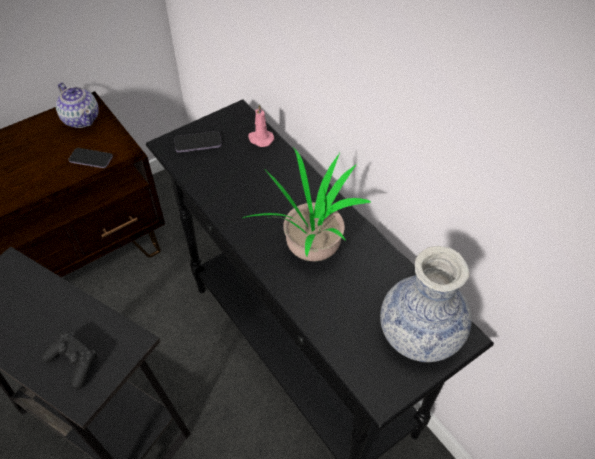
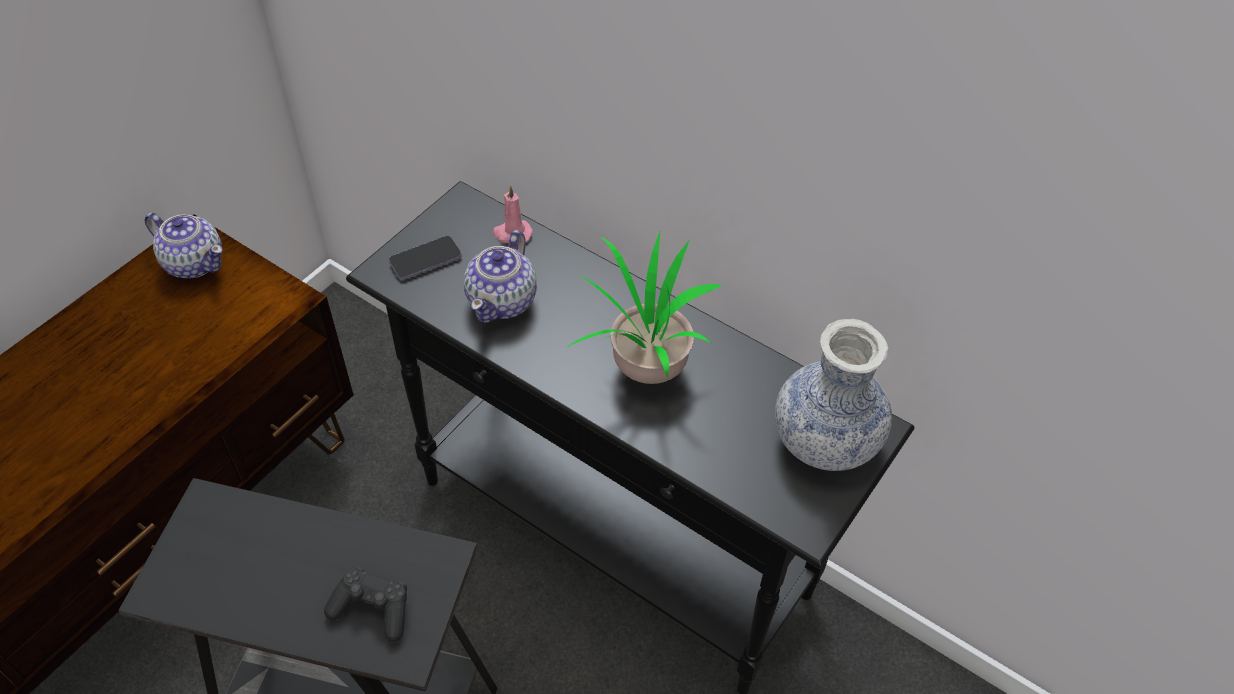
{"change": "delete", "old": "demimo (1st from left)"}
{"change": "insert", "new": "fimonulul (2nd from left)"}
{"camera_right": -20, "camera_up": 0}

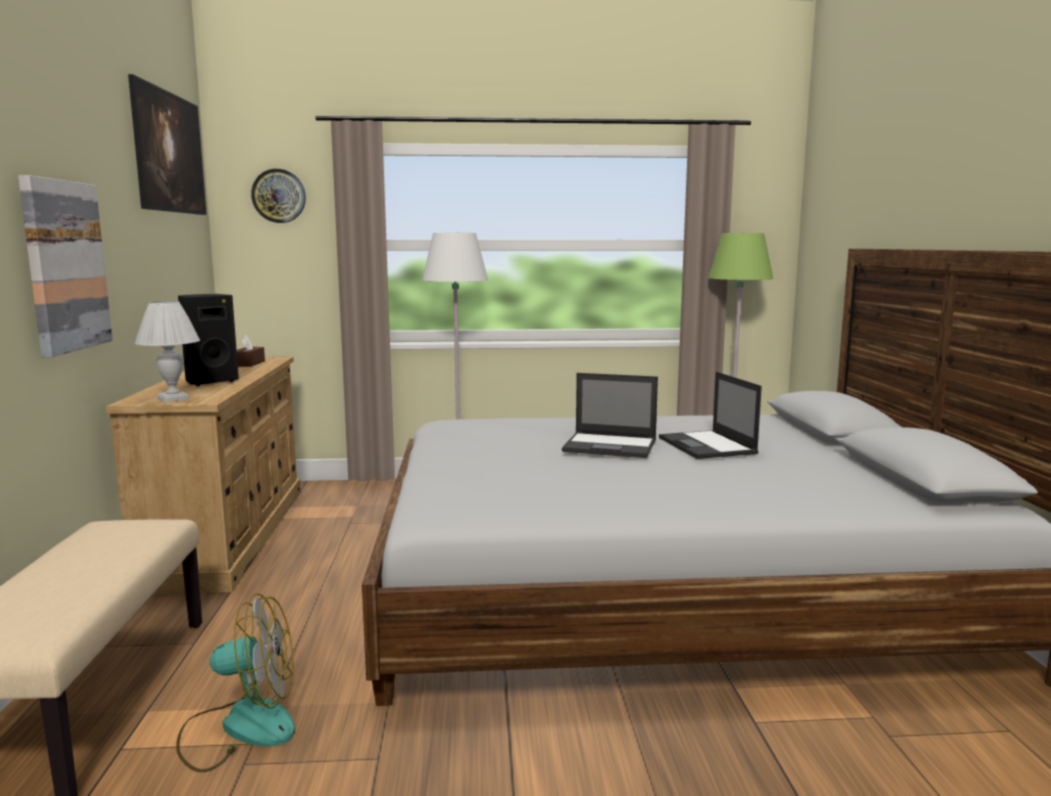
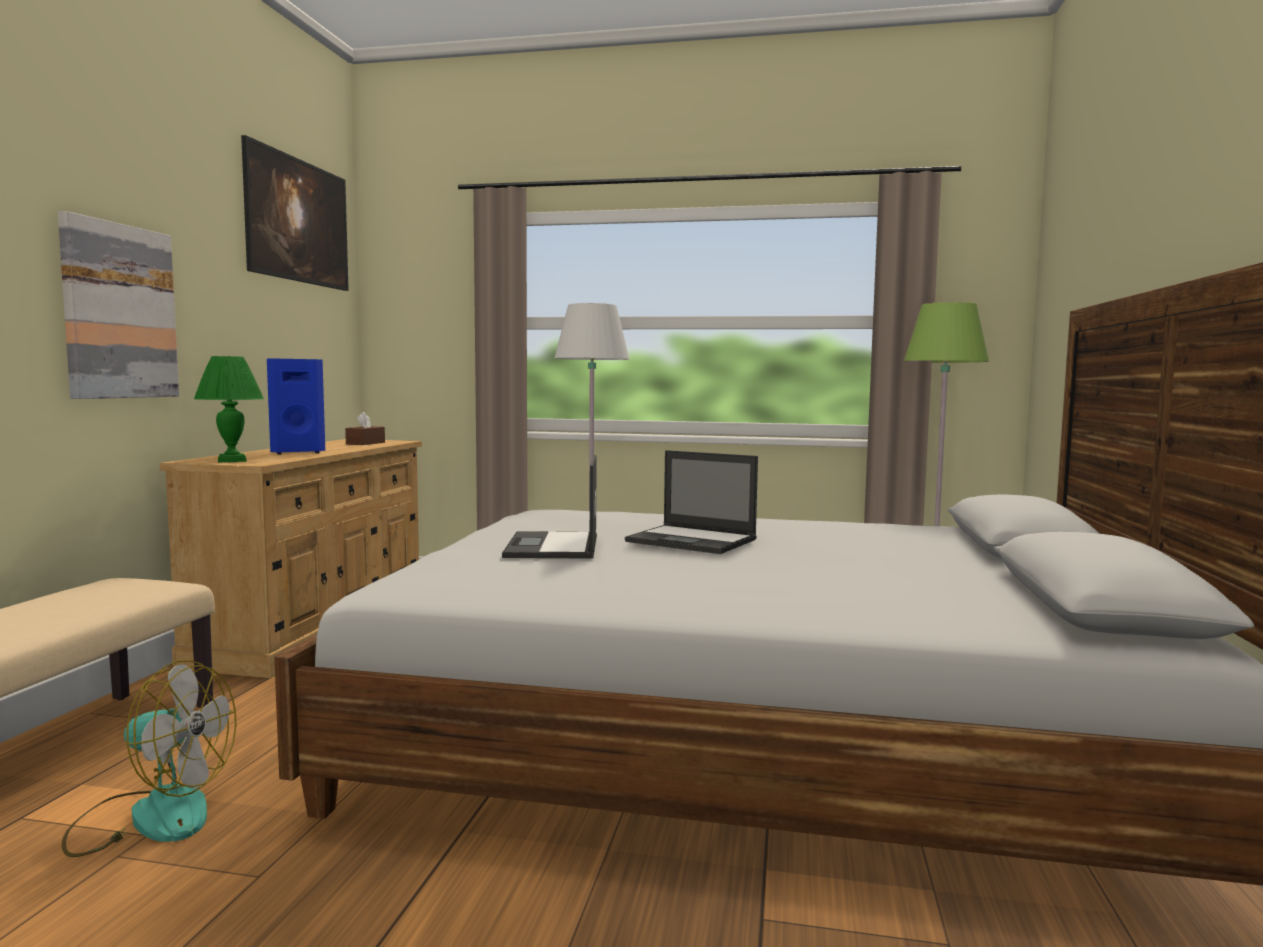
{"change": "delete", "old": "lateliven"}
{"change": "recolor", "old": "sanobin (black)", "new": "sanobin (blue)"}
{"change": "recolor", "old": "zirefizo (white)", "new": "zirefizo (green)"}
{"change": "move", "old": "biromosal (2nd from left in the first image)", "new": "biromosal (1st from left)"}
{"camera_right": 15, "camera_up": -5}

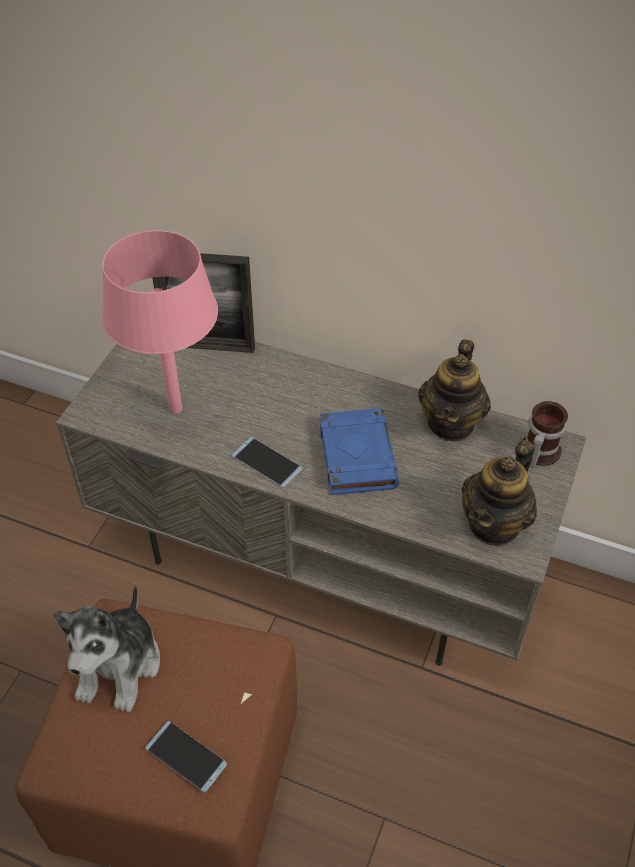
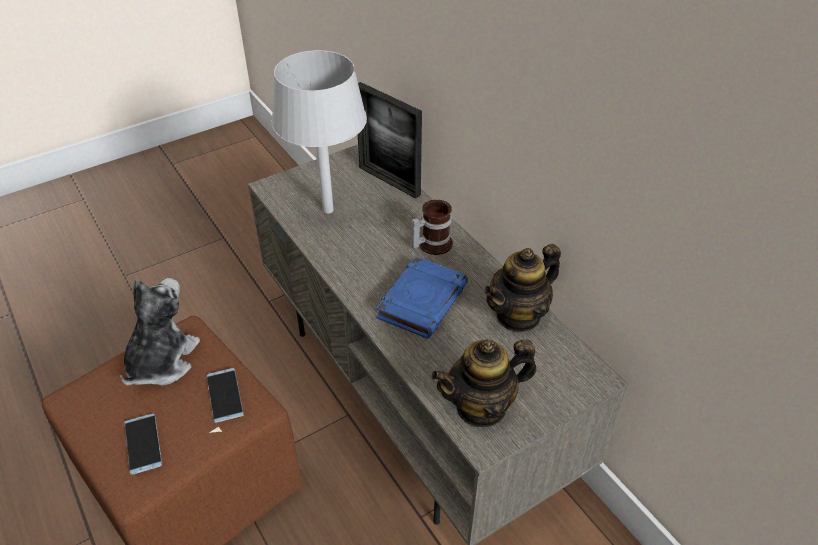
{"change": "recolor", "old": "zirefizo (pink)", "new": "zirefizo (grey)"}
{"change": "move", "old": "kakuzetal"}
{"change": "move", "old": "demimo (2nd from left)"}
{"change": "rotate", "old": "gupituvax", "degrees": 150}
{"camera_right": 35, "camera_up": -5}

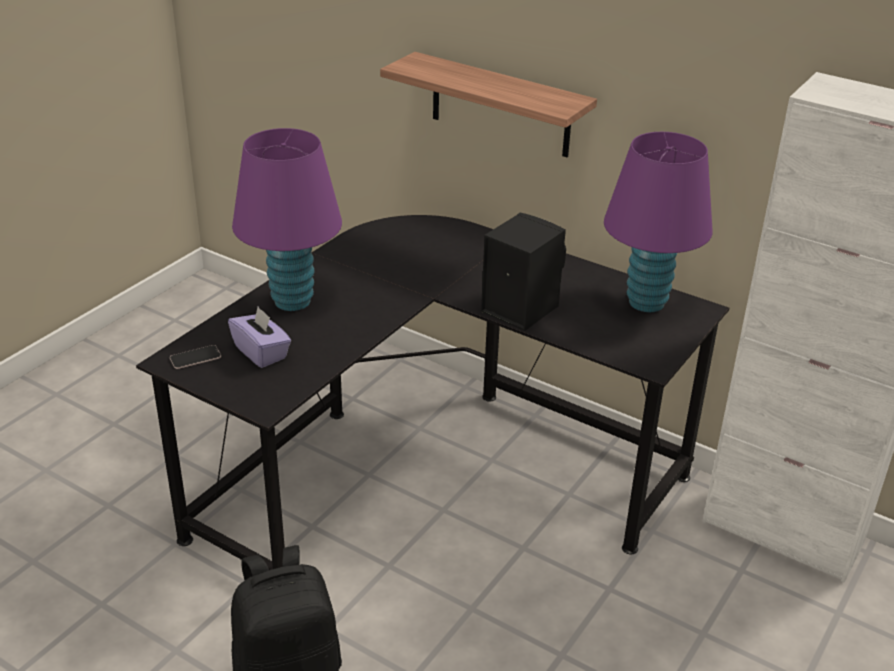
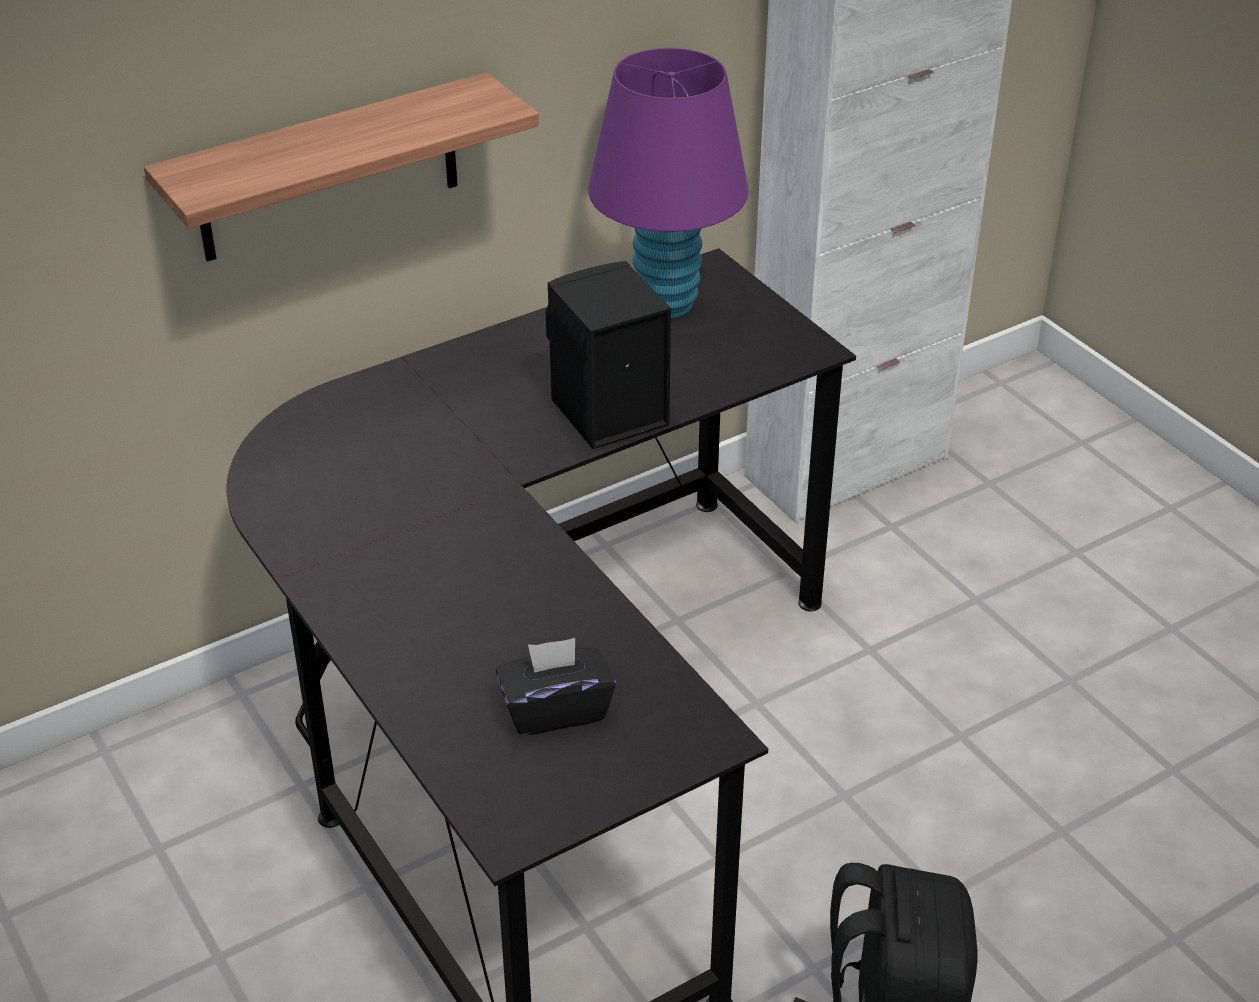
{"change": "delete", "old": "zirefizo (purple) (1st from left)"}
{"change": "recolor", "old": "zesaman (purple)", "new": "zesaman (black)"}
{"change": "delete", "old": "demimo"}
{"camera_right": -65, "camera_up": 5}

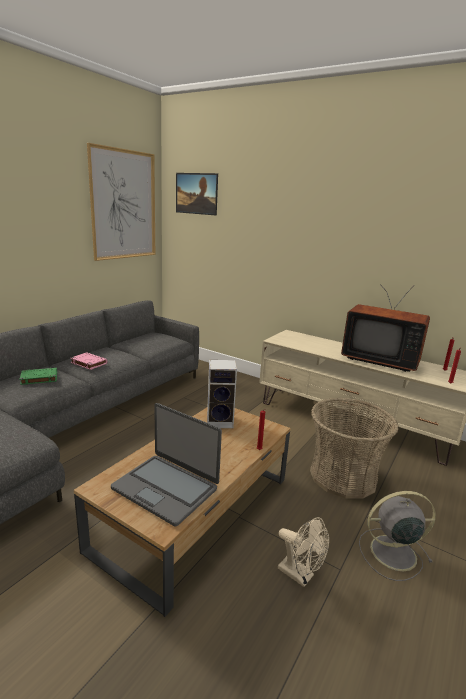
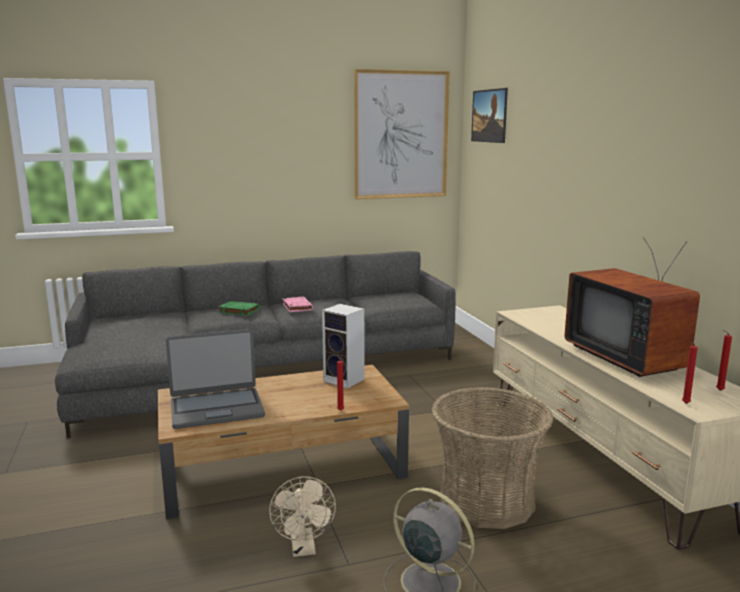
{"change": "rotate", "old": "biromosal", "degrees": -90}
{"camera_right": 40, "camera_up": -5}

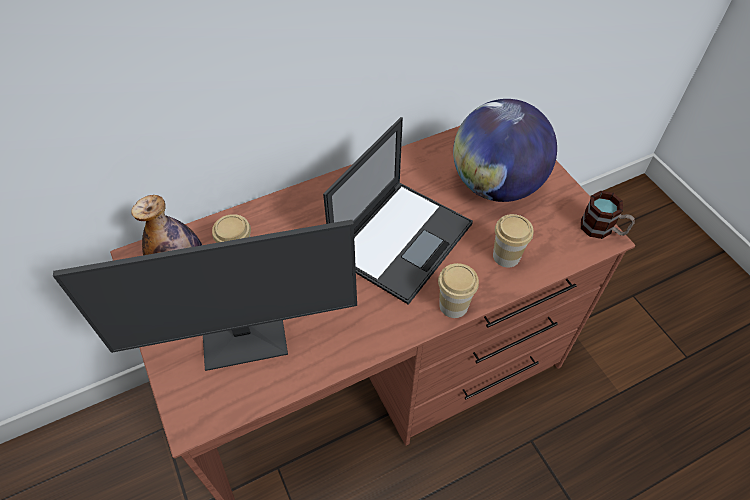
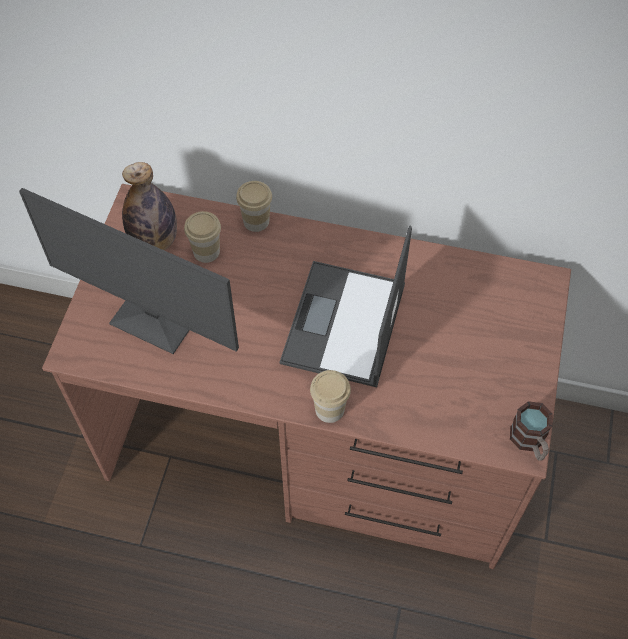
{"change": "delete", "old": "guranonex"}
{"change": "rotate", "old": "biromosal", "degrees": 120}
{"change": "move", "old": "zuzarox (3rd from left in the first image)", "new": "zuzarox (2nd from left)"}
{"camera_right": 40, "camera_up": 5}

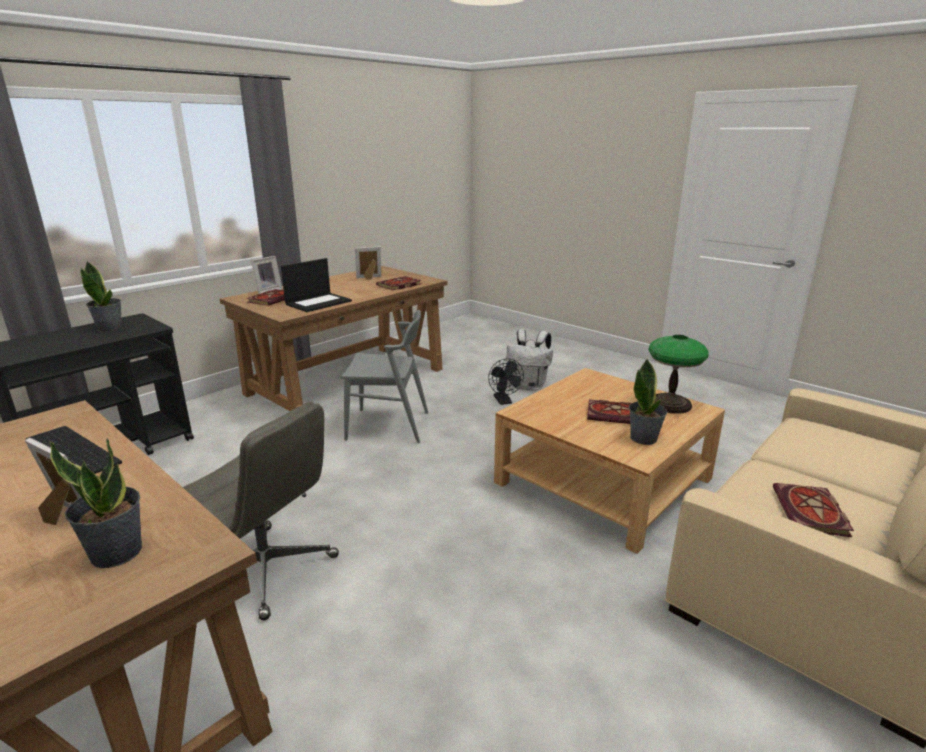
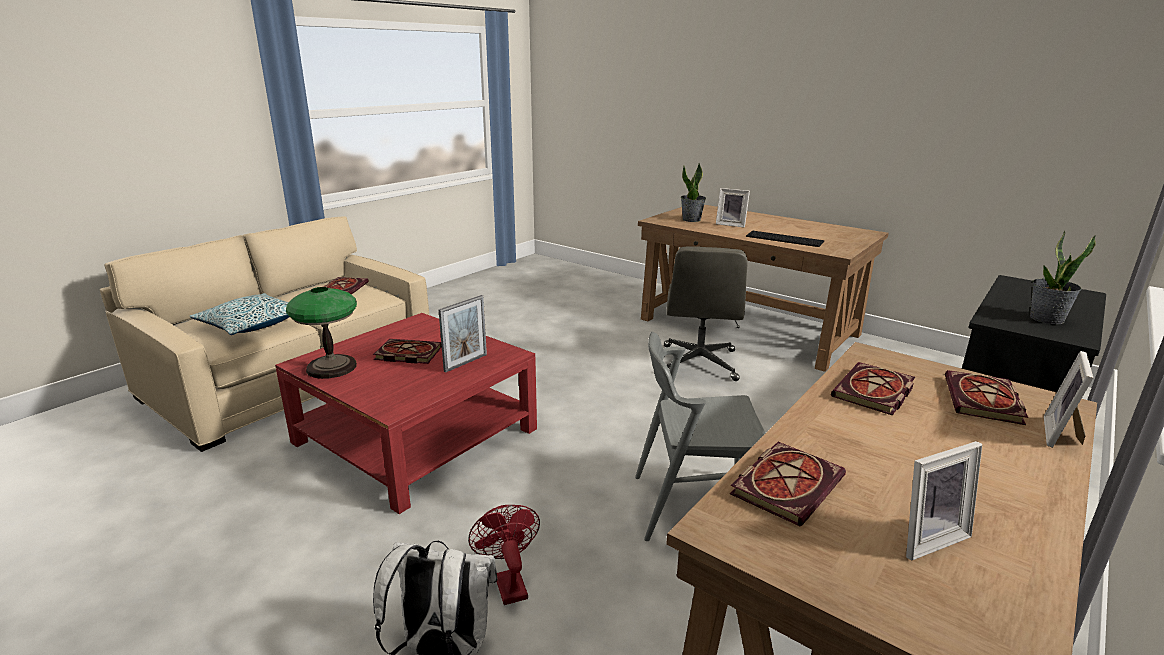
{"change": "replace", "old": "biromosal", "new": "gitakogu (4th from left)"}
{"change": "recolor", "old": "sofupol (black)", "new": "sofupol (red)"}
{"change": "delete", "old": "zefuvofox (3rd from left)"}
{"change": "recolor", "old": "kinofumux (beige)", "new": "kinofumux (red)"}
{"change": "rotate", "old": "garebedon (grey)", "degrees": -105}
{"change": "insert", "new": "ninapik"}
{"change": "insert", "new": "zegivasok (1st from left)"}
{"camera_right": 175, "camera_up": 0}

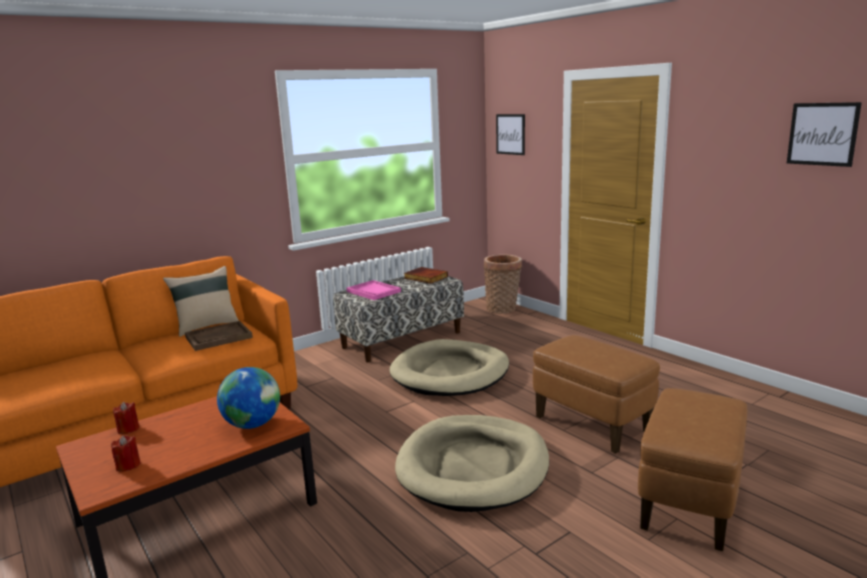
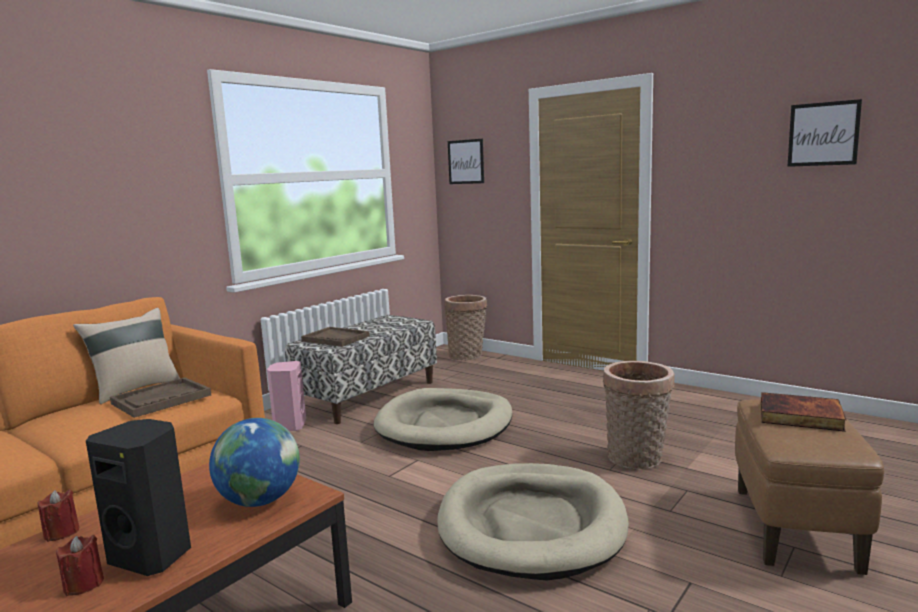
{"change": "move", "old": "gitakogu"}
{"change": "recolor", "old": "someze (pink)", "new": "someze (brown) (2nd from left)"}
{"change": "replace", "old": "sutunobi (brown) (1st from left)", "new": "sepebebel (2nd from left)"}
{"change": "insert", "new": "sanobin (pink)"}
{"change": "insert", "new": "sanobin (black)"}
{"camera_right": -15, "camera_up": -5}

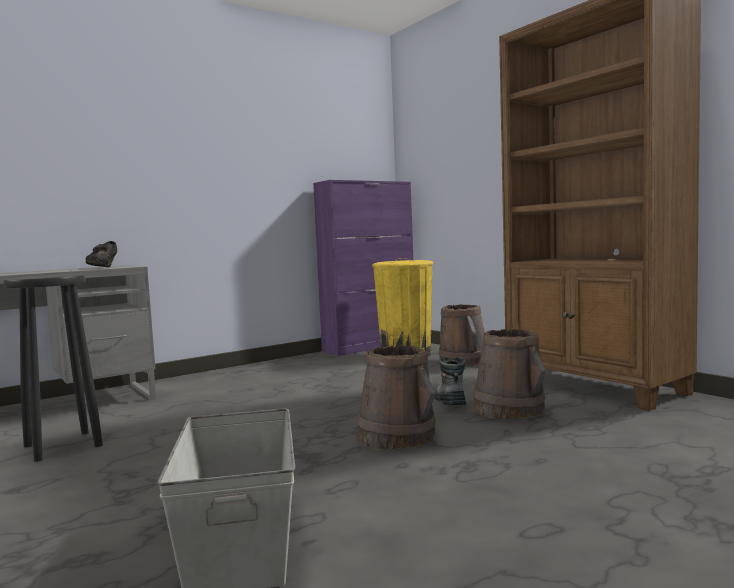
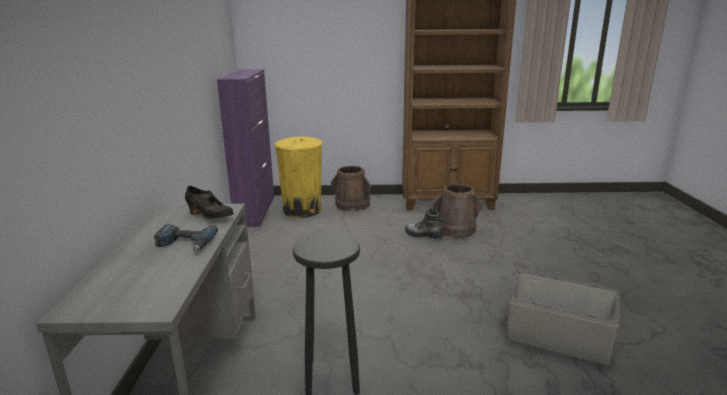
{"change": "delete", "old": "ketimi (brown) (1st from left)"}
{"change": "insert", "new": "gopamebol"}
{"camera_right": -55, "camera_up": 15}

